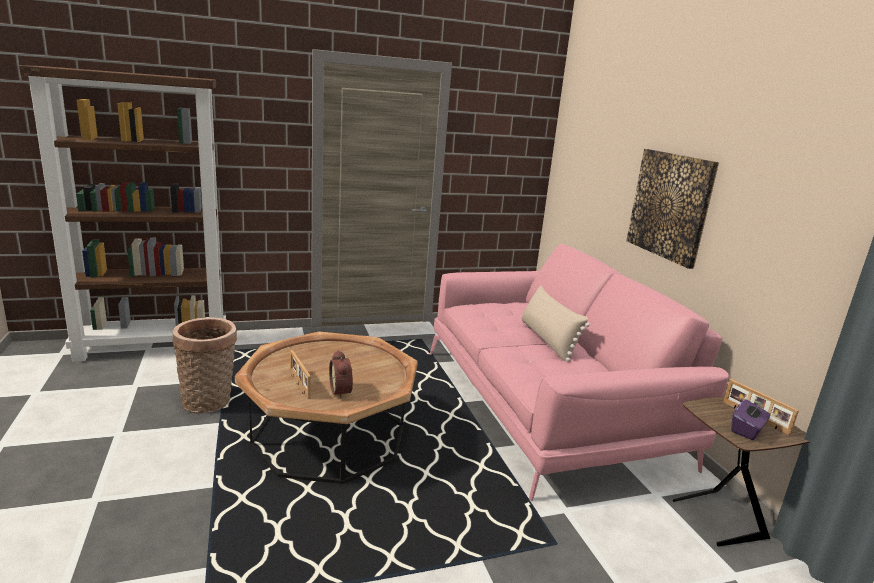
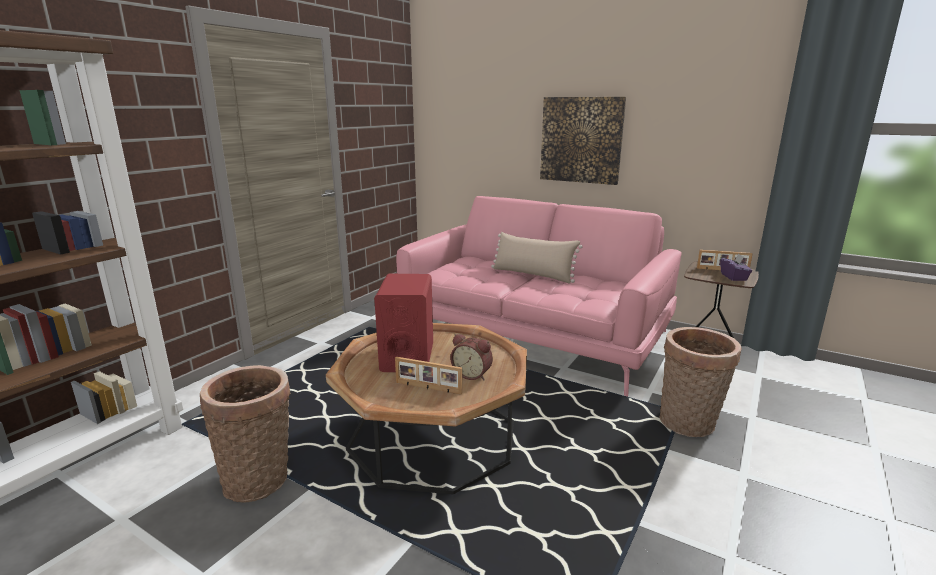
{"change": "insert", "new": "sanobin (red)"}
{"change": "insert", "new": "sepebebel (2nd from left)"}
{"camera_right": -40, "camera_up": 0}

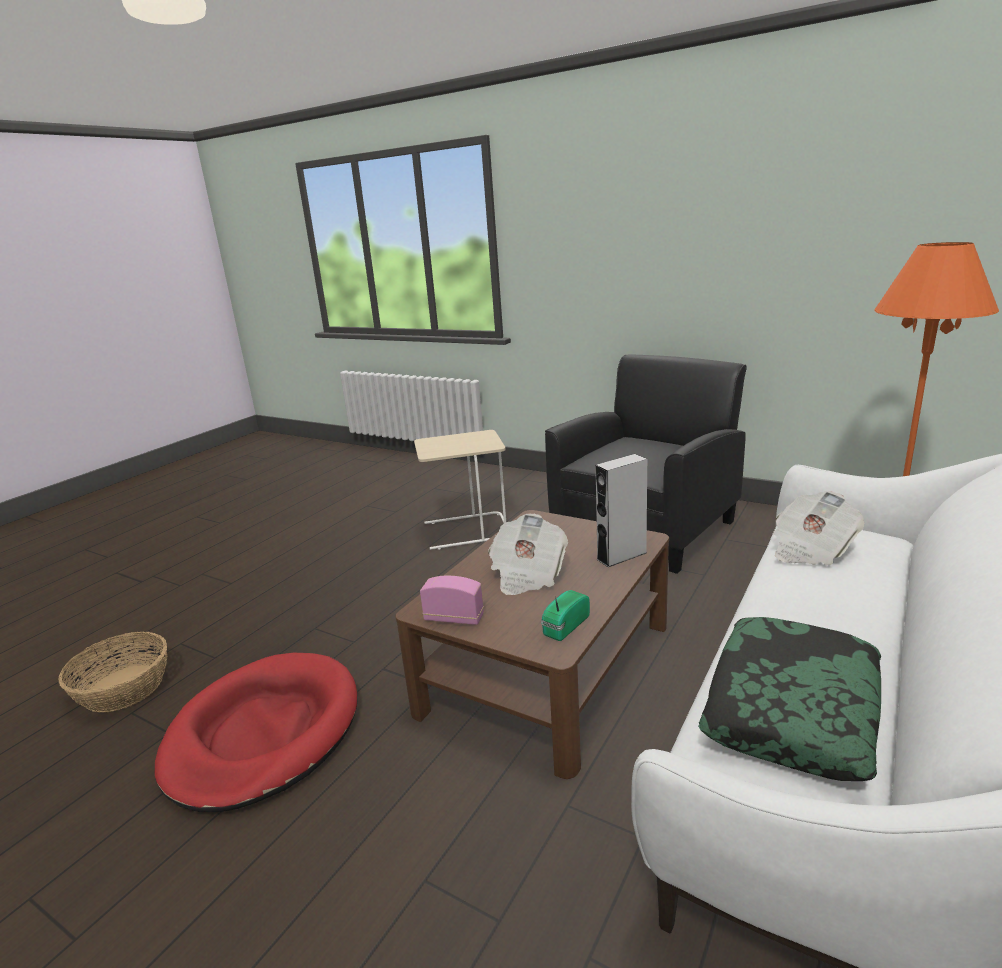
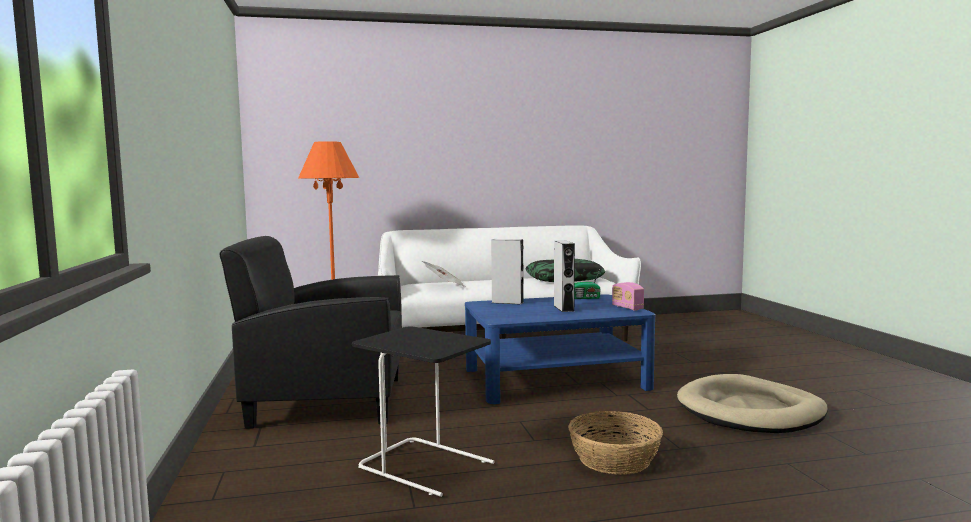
{"change": "recolor", "old": "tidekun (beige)", "new": "tidekun (black)"}
{"change": "recolor", "old": "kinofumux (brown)", "new": "kinofumux (blue)"}
{"change": "replace", "old": "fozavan (1st from left)", "new": "sanobin (grey) (2nd from left)"}
{"change": "move", "old": "sepebebel"}
{"change": "recolor", "old": "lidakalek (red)", "new": "lidakalek (beige)"}
{"camera_right": -135, "camera_up": -15}

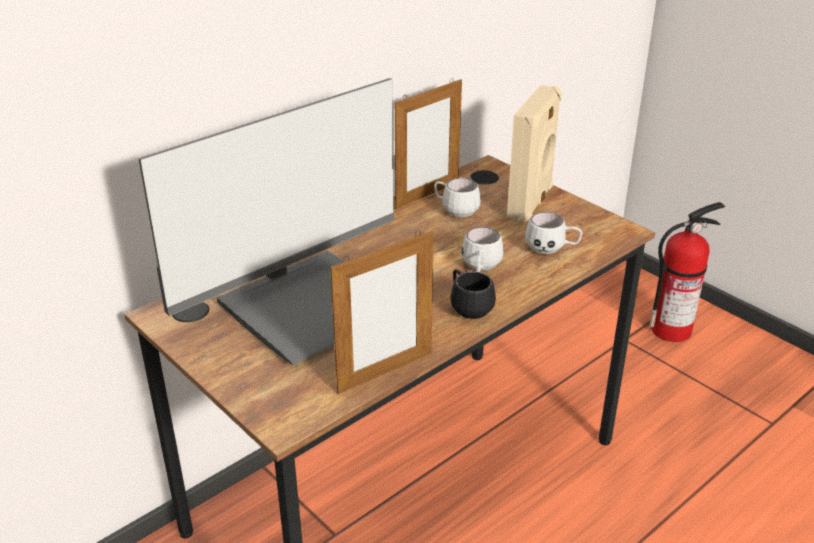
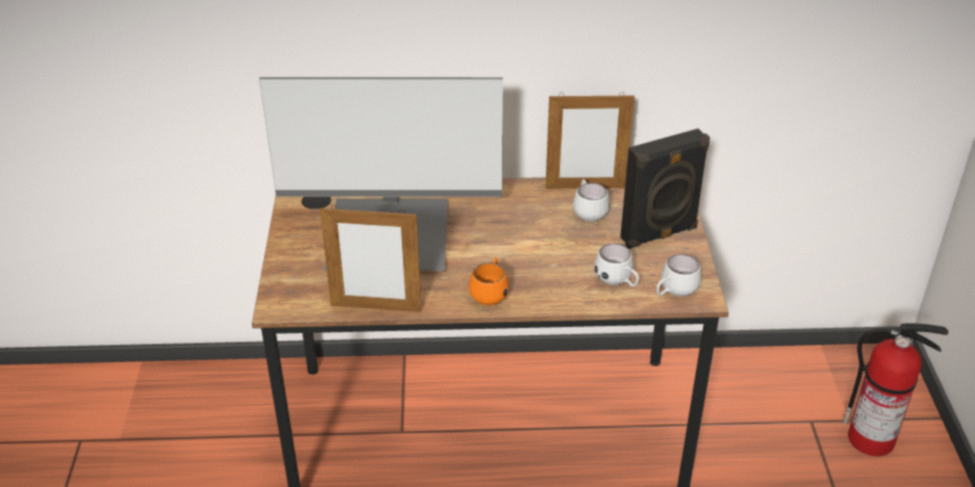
{"change": "recolor", "old": "sanobin (beige)", "new": "sanobin (black)"}
{"change": "move", "old": "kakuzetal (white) (2nd from left in the first image)", "new": "kakuzetal (white) (3rd from left)"}
{"change": "recolor", "old": "kakuzetal (black)", "new": "kakuzetal (orange)"}
{"camera_right": 40, "camera_up": 5}

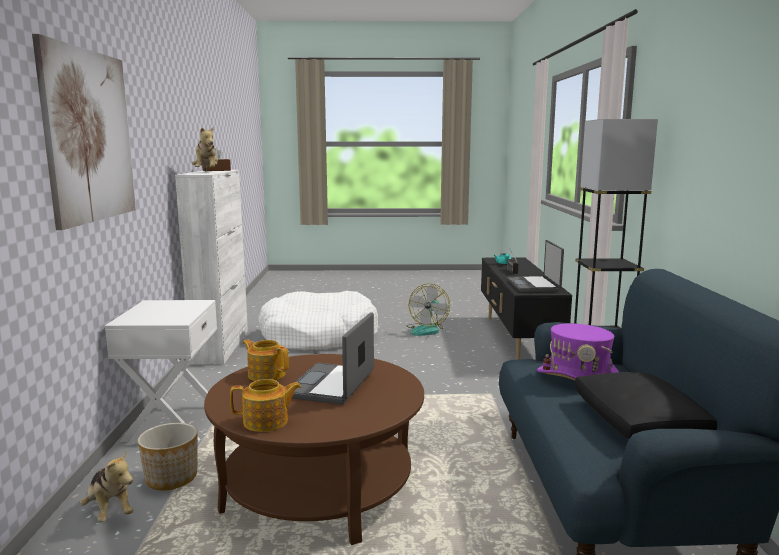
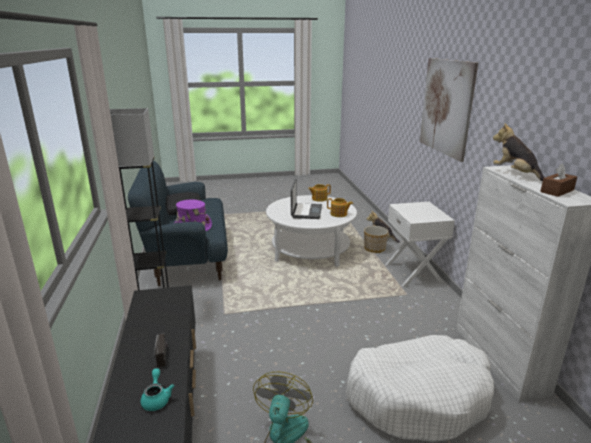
{"change": "delete", "old": "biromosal (2nd from left)"}
{"change": "recolor", "old": "kinofumux (brown)", "new": "kinofumux (white)"}
{"camera_right": 170, "camera_up": 10}

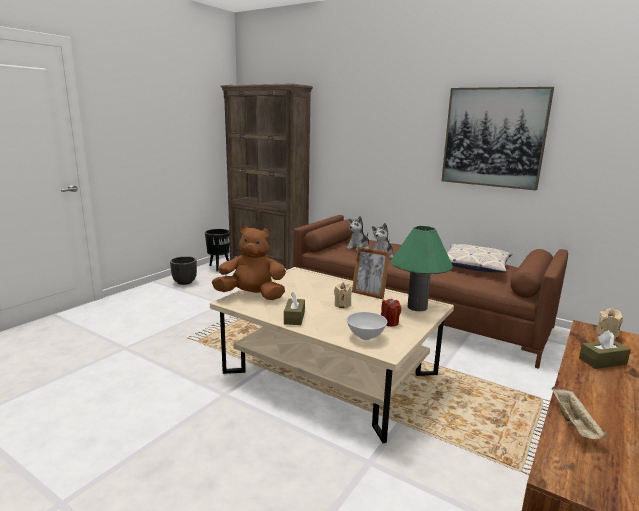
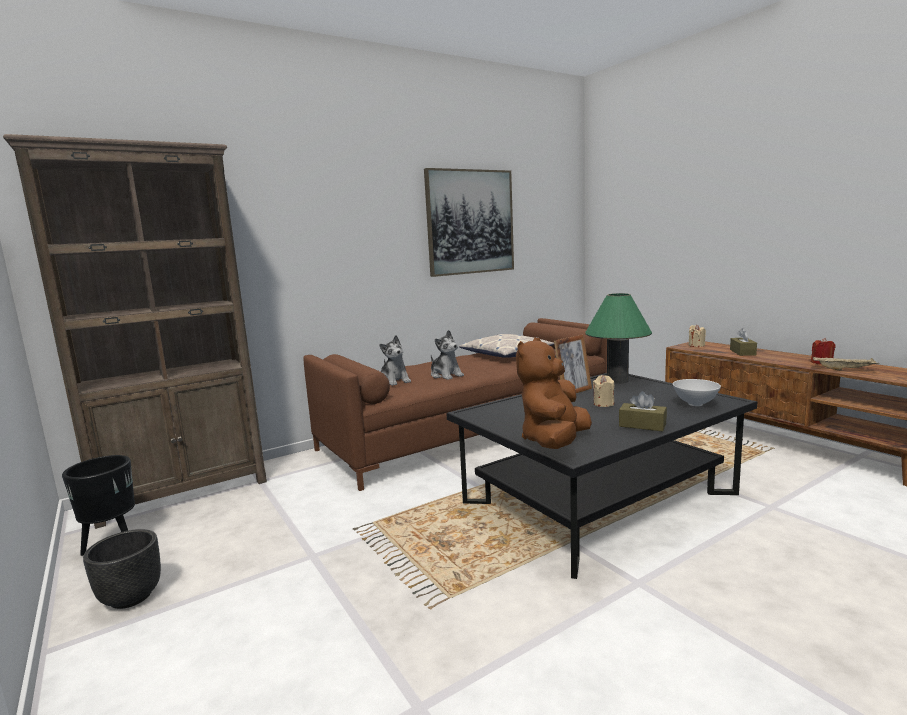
{"change": "recolor", "old": "kinofumux (beige)", "new": "kinofumux (black)"}
{"change": "move", "old": "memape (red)"}
{"camera_right": -65, "camera_up": -5}

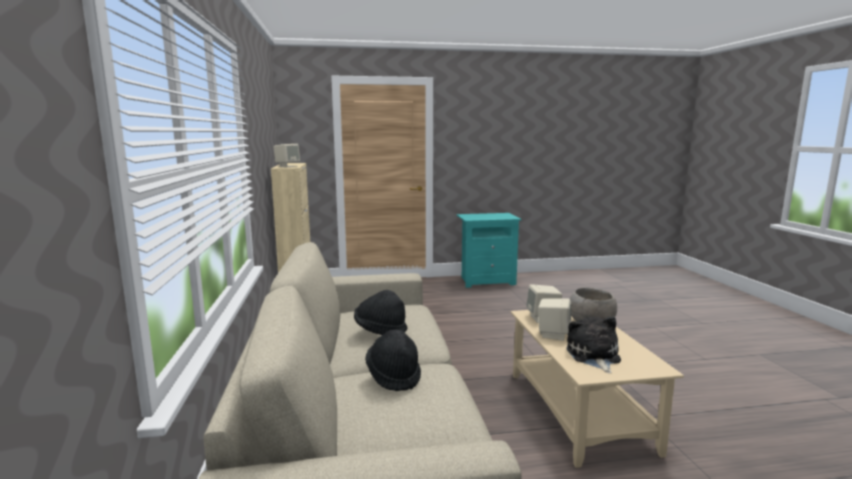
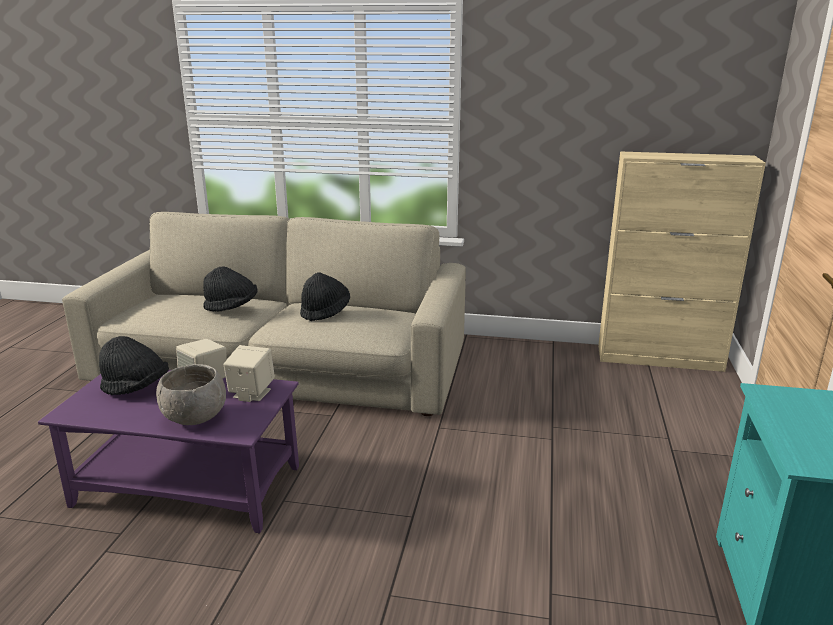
{"change": "delete", "old": "sanobin (beige) (1st from left)"}
{"change": "recolor", "old": "kinofumux (beige)", "new": "kinofumux (purple)"}
{"change": "replace", "old": "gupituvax", "new": "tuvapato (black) (1st from left)"}
{"camera_right": 110, "camera_up": 10}

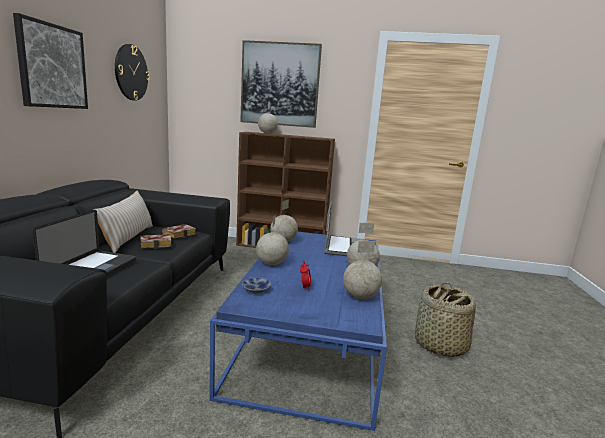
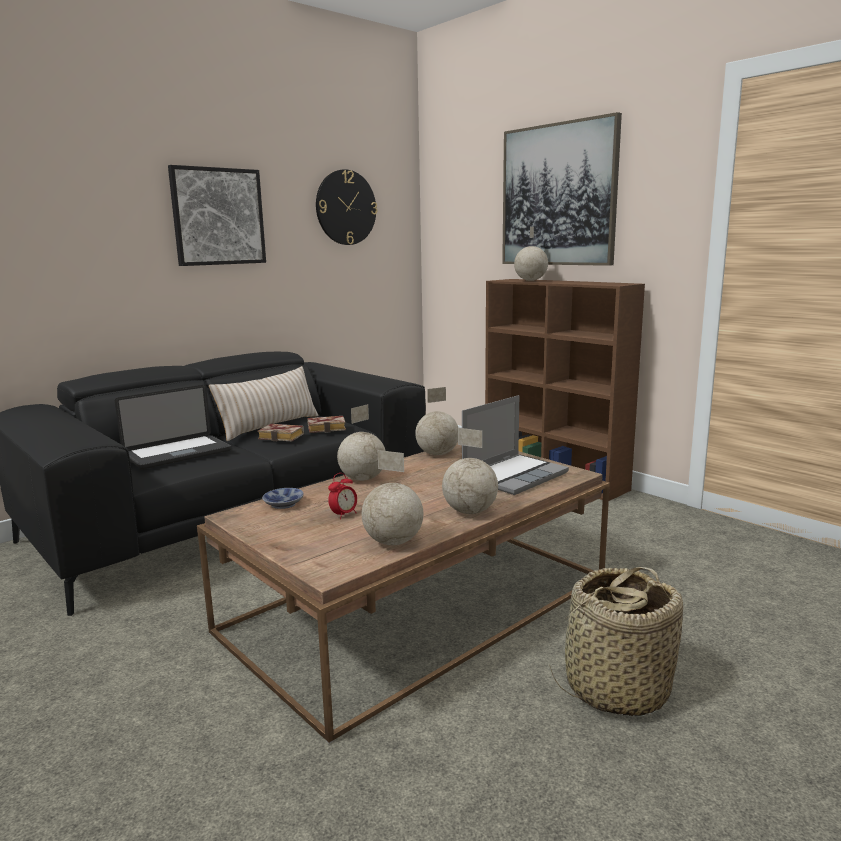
{"change": "recolor", "old": "kinofumux (blue)", "new": "kinofumux (brown)"}
{"camera_right": 40, "camera_up": 0}

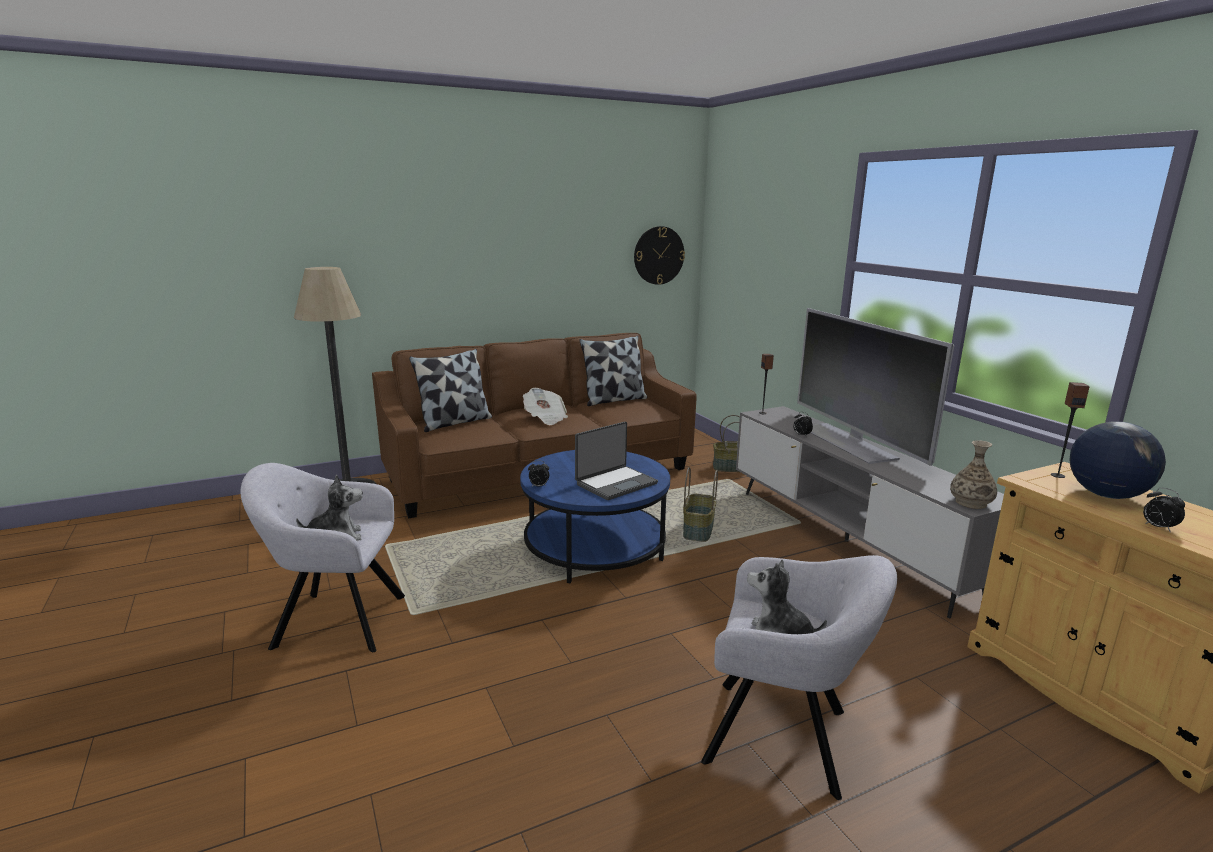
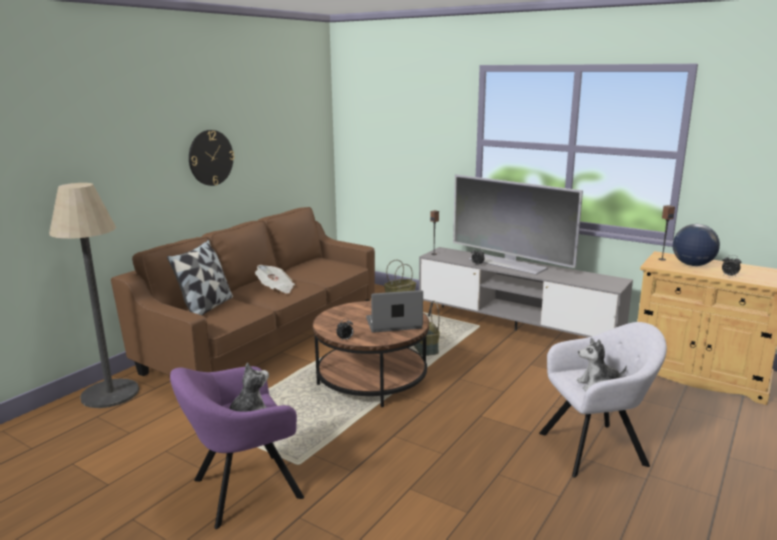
{"change": "move", "old": "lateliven"}
{"change": "delete", "old": "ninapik (2nd from left)"}
{"change": "rotate", "old": "biromosal", "degrees": -120}
{"change": "delete", "old": "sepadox"}
{"change": "recolor", "old": "kinofumux (blue)", "new": "kinofumux (brown)"}
{"change": "recolor", "old": "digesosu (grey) (1st from left)", "new": "digesosu (purple)"}
{"camera_right": -30, "camera_up": 0}

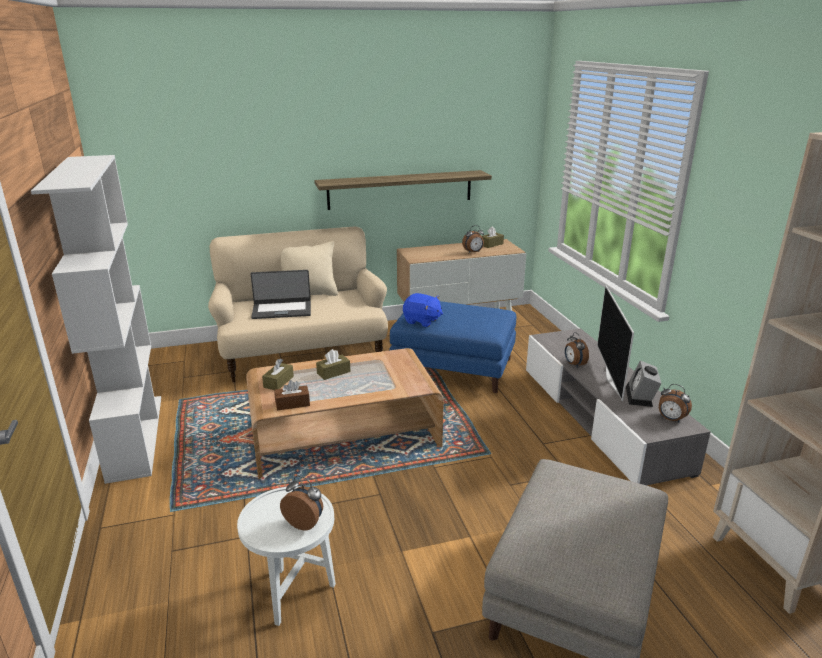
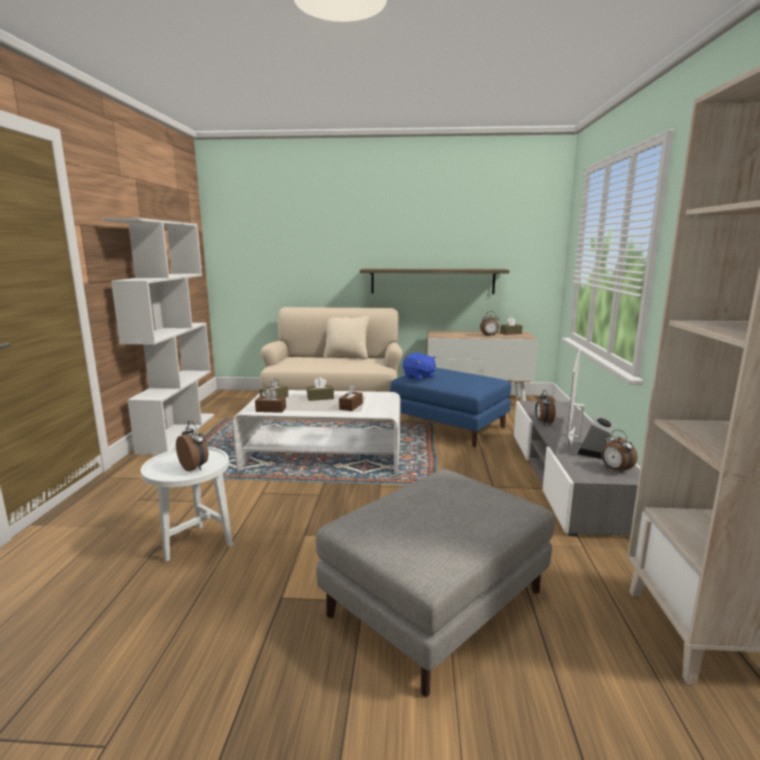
{"change": "delete", "old": "biromosal"}
{"change": "recolor", "old": "kinofumux (brown)", "new": "kinofumux (white)"}
{"change": "insert", "new": "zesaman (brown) (4th from left)"}
{"camera_right": 20, "camera_up": -10}

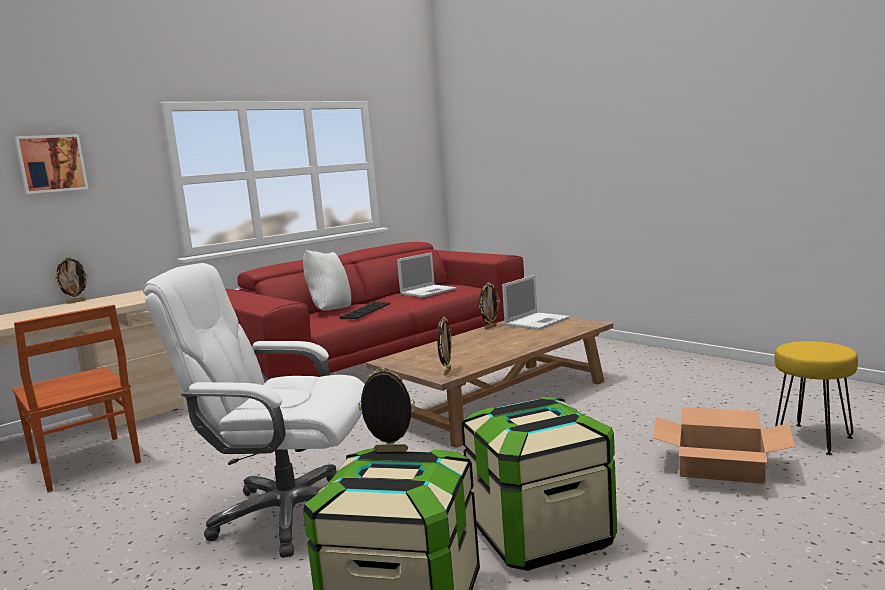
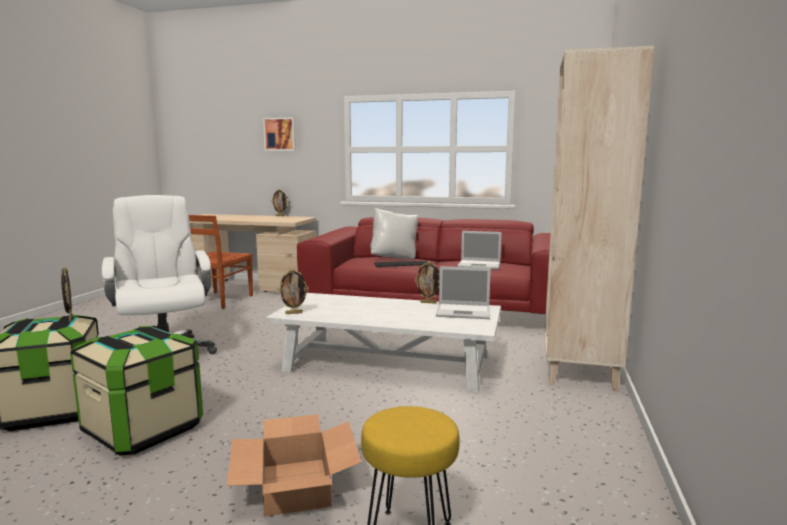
{"change": "recolor", "old": "kinofumux (brown)", "new": "kinofumux (white)"}
{"change": "insert", "new": "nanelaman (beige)"}
{"camera_right": 55, "camera_up": 0}

